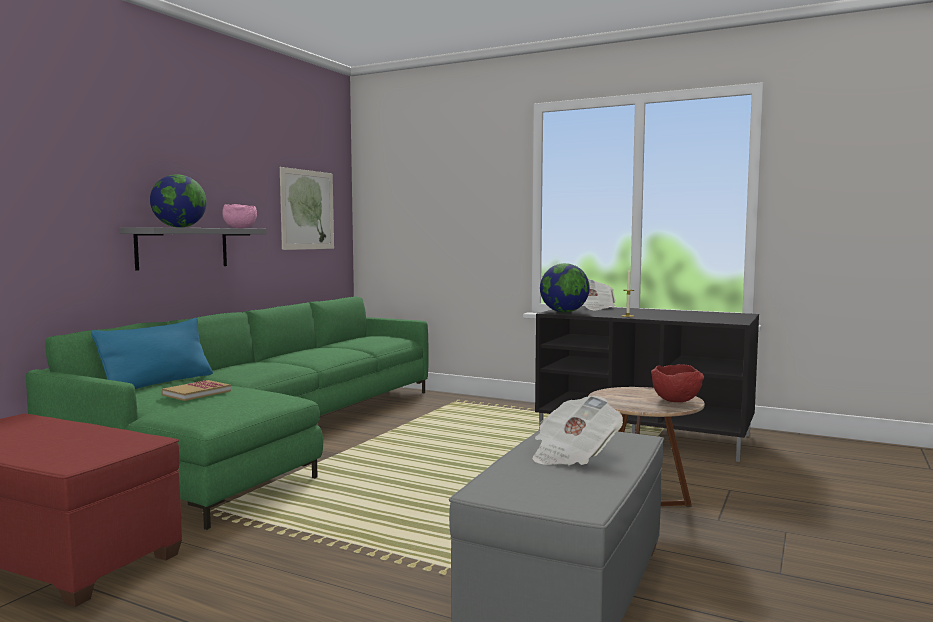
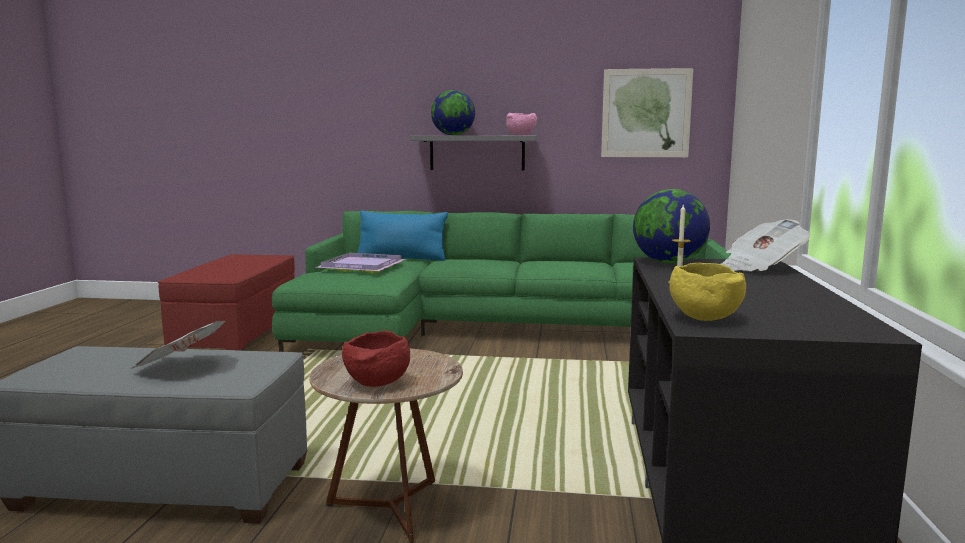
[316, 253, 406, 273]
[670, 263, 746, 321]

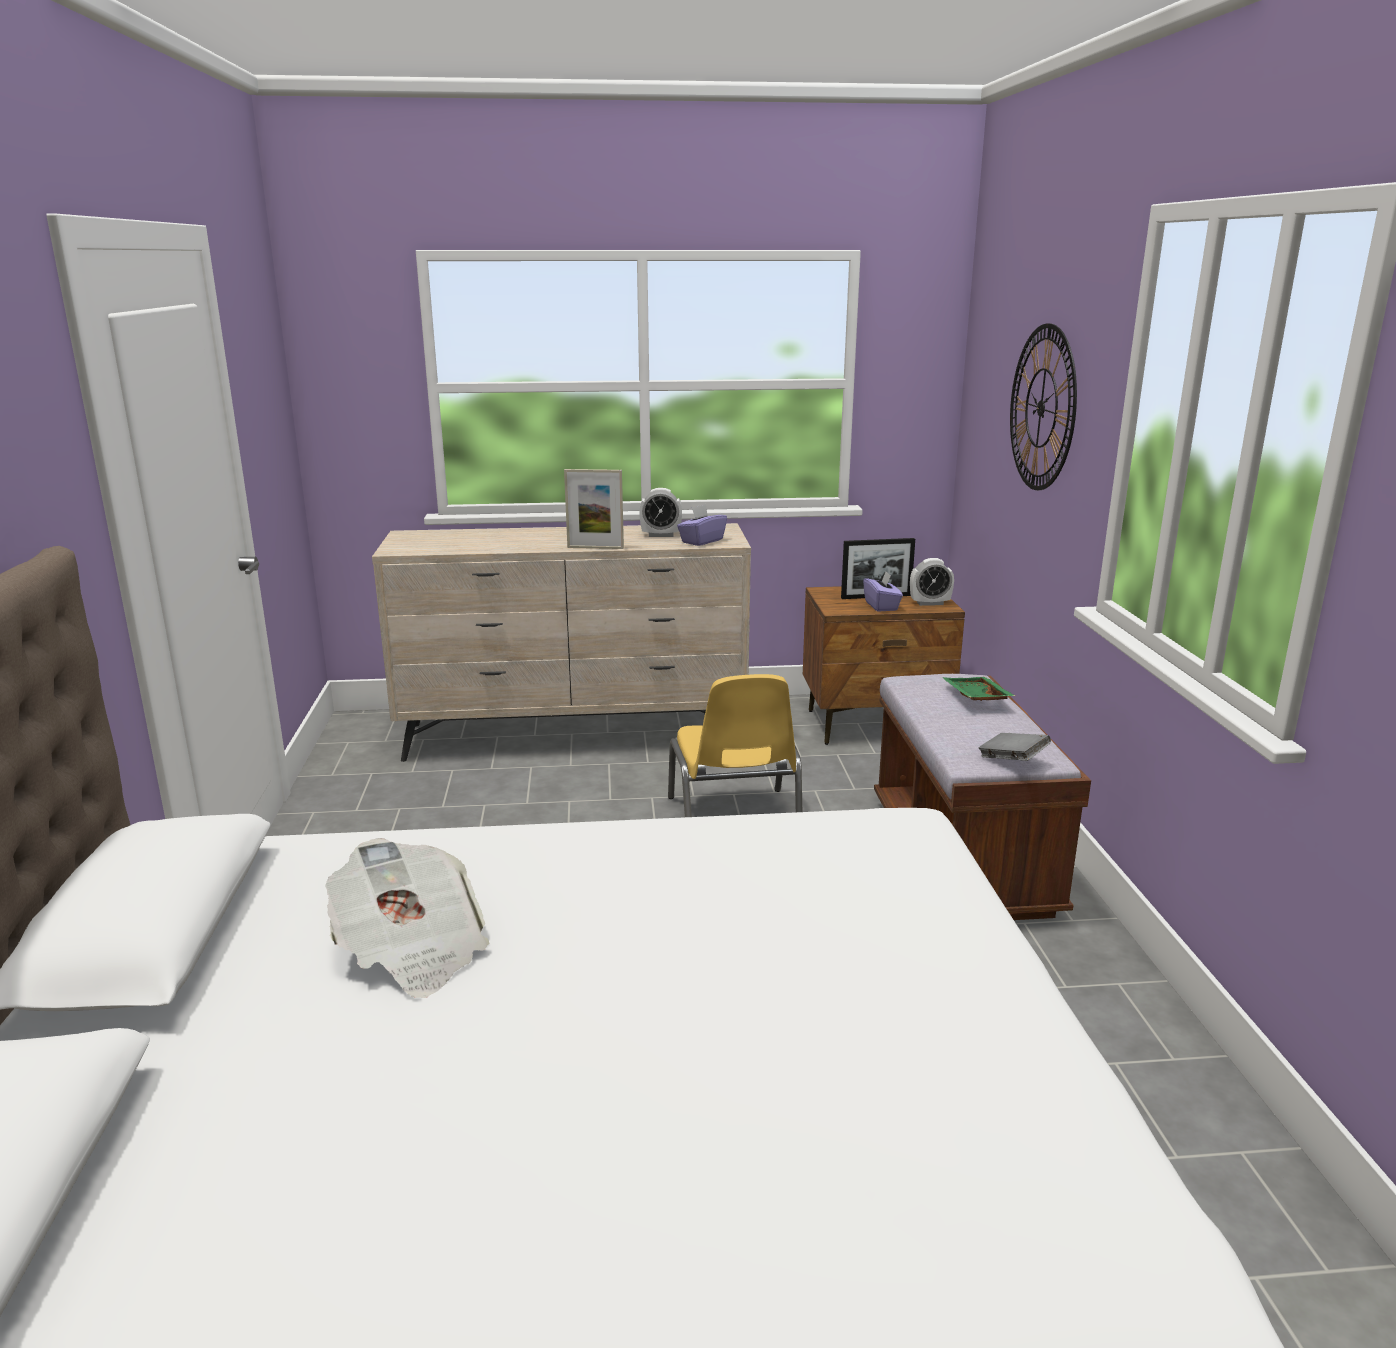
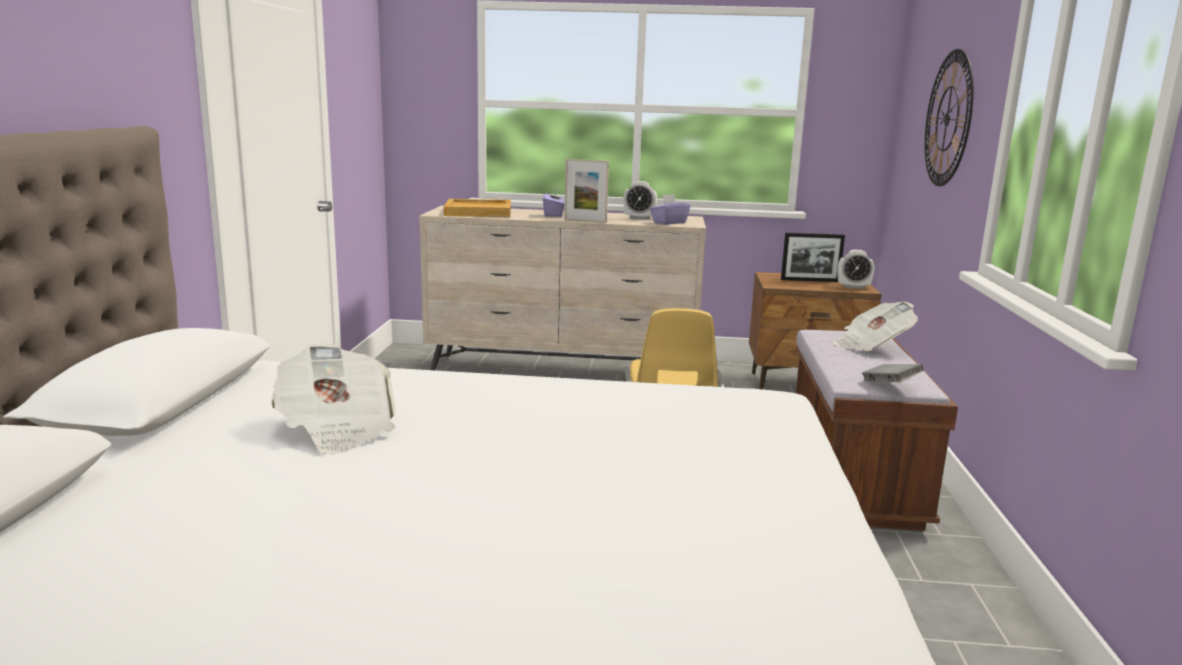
[543, 188, 565, 217]
[833, 302, 918, 351]
[444, 199, 511, 217]

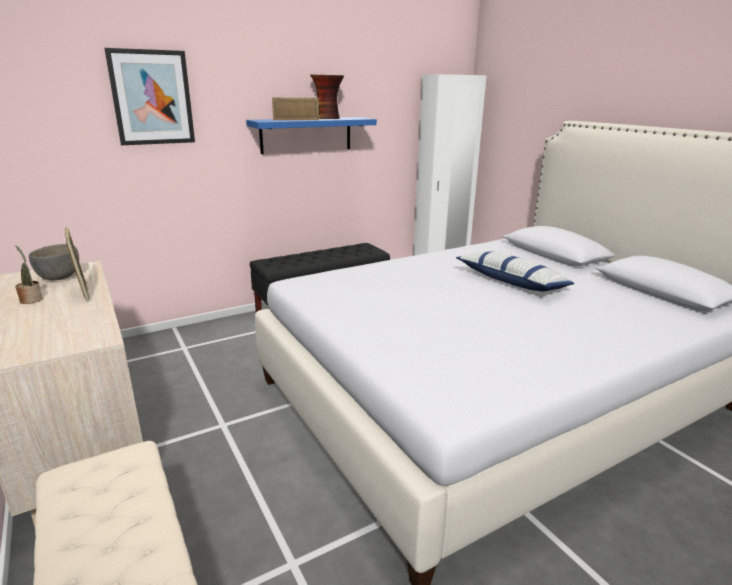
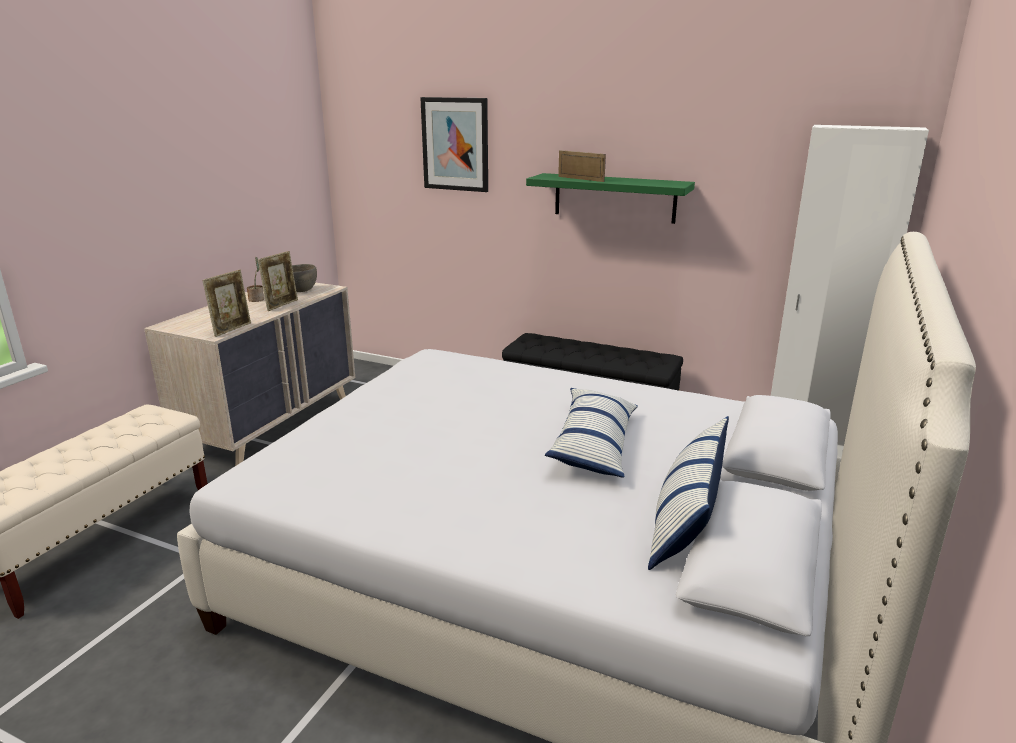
[310, 74, 344, 119] (first image)
[526, 173, 695, 224]
[202, 270, 251, 337]
[648, 416, 729, 570]

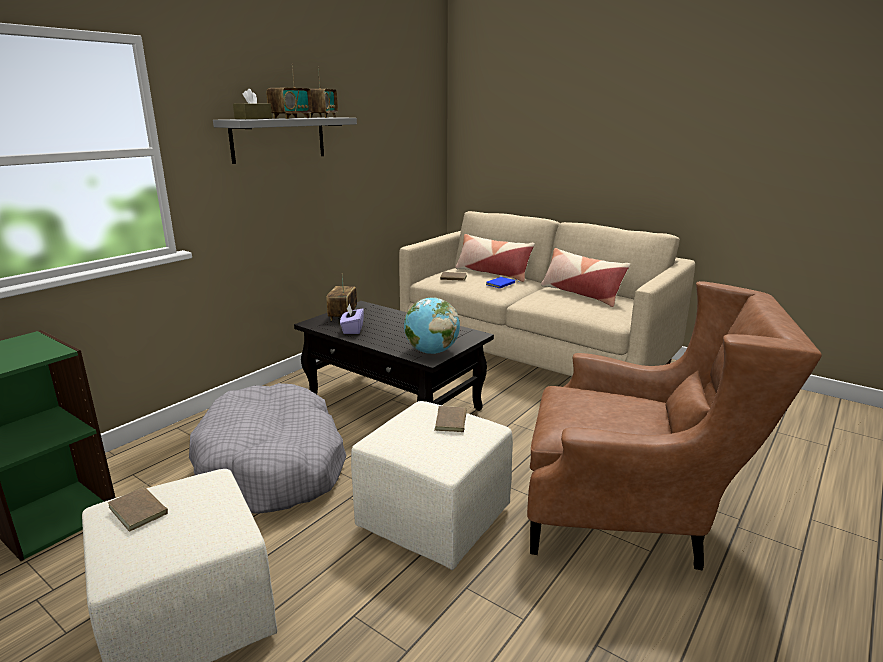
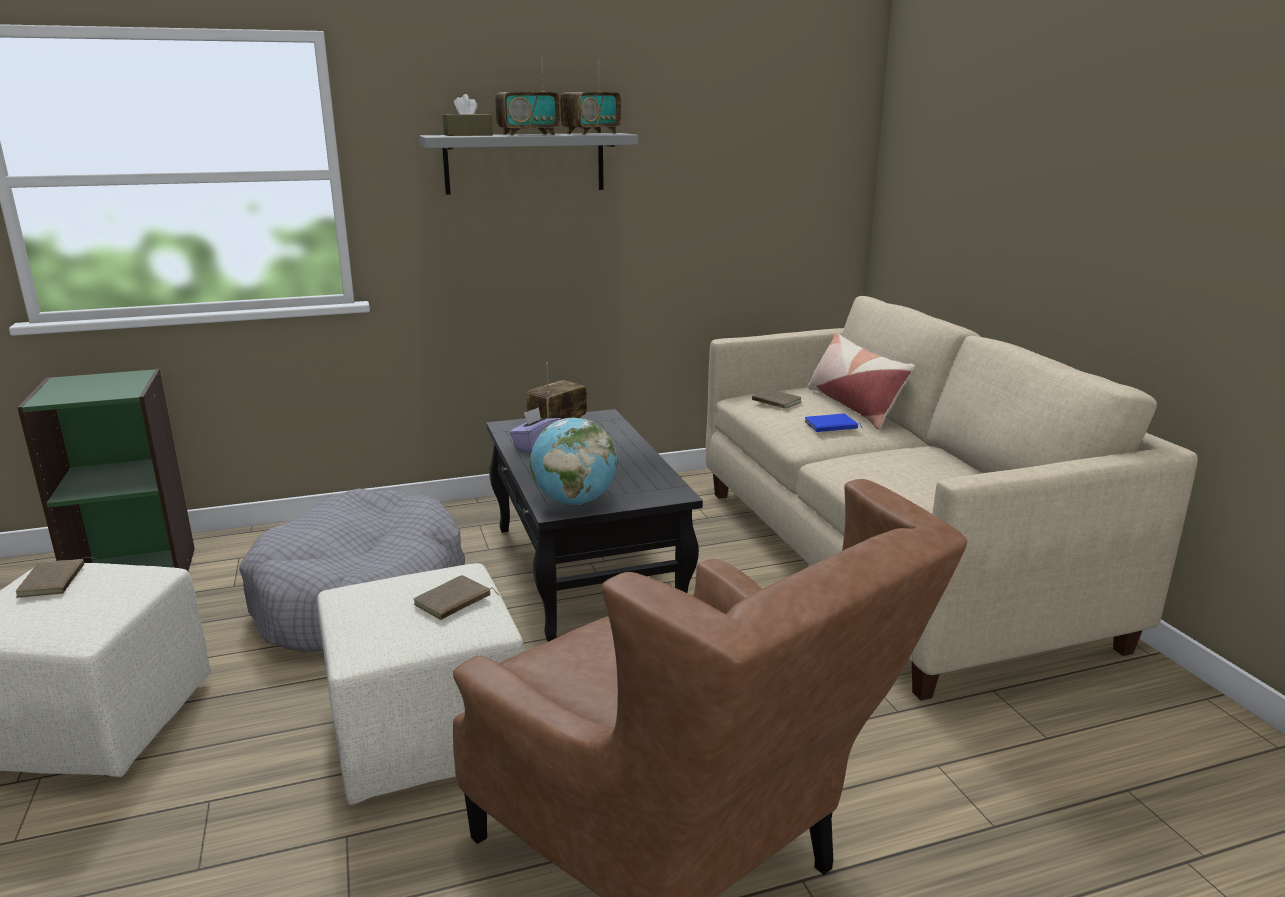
[541, 248, 630, 307] (first image)

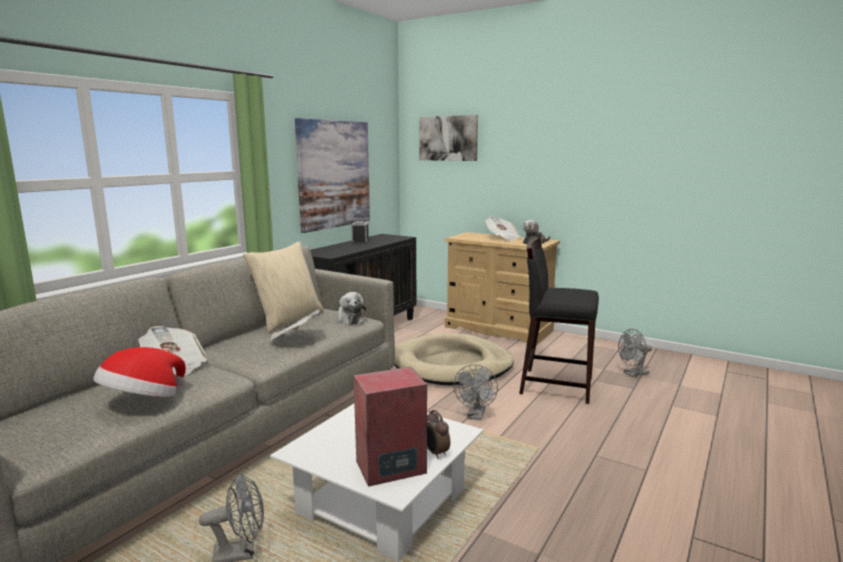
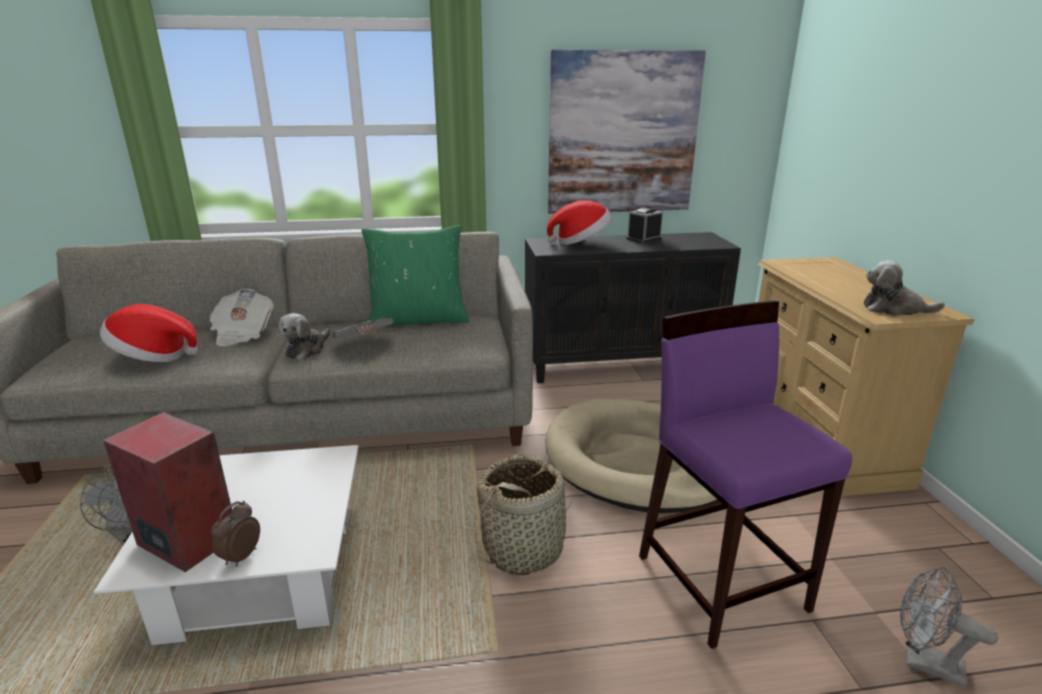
[419, 115, 478, 161] (first image)
[485, 216, 521, 241] (first image)
[639, 300, 852, 649]
[362, 225, 469, 326]
[279, 313, 330, 360]
[477, 453, 574, 575]
[547, 200, 612, 245]

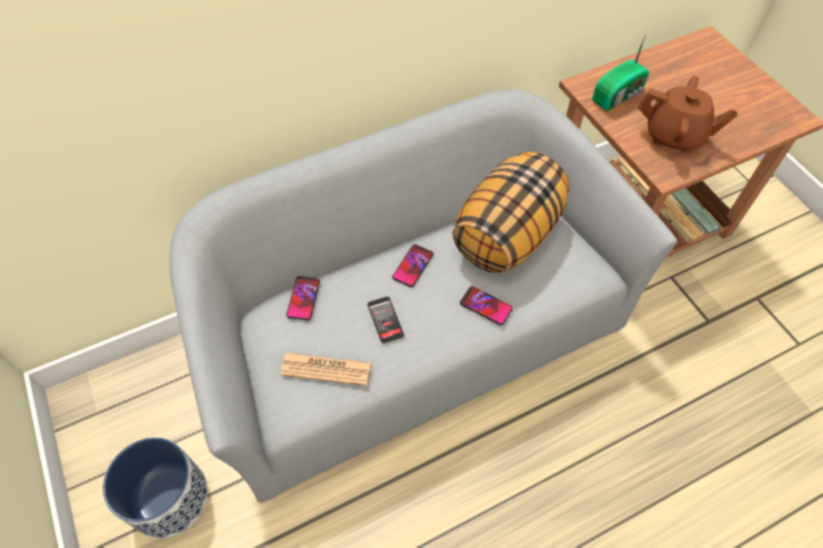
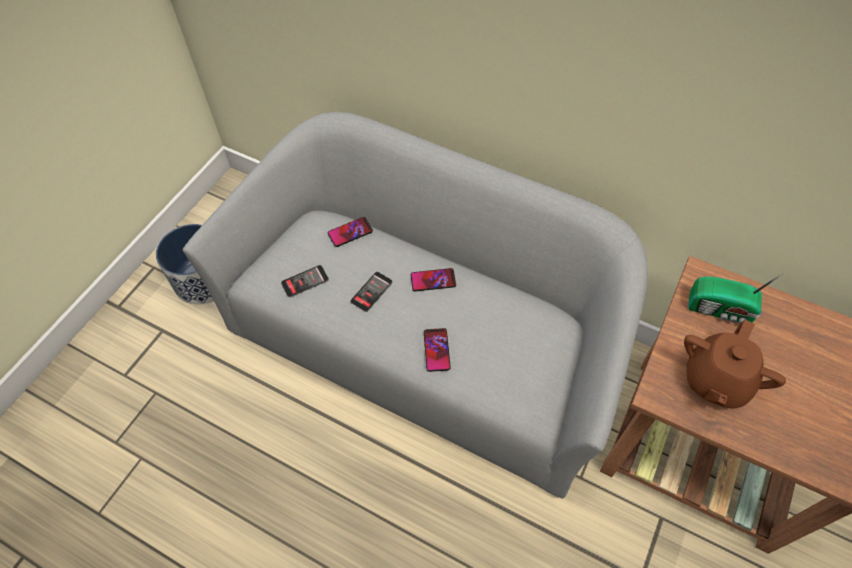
[684, 319, 786, 408]
[452, 151, 569, 273] (first image)
[281, 265, 329, 297]

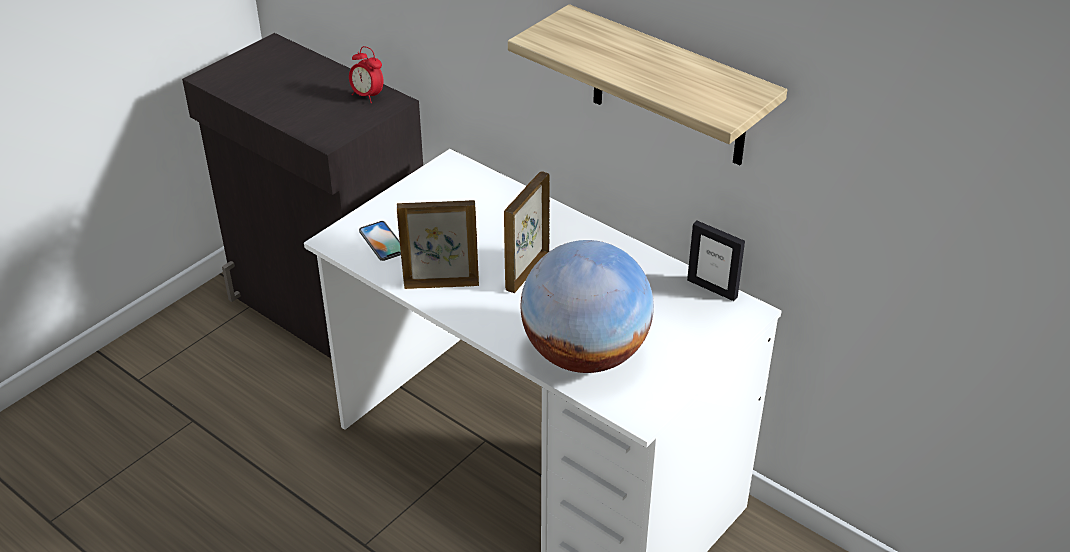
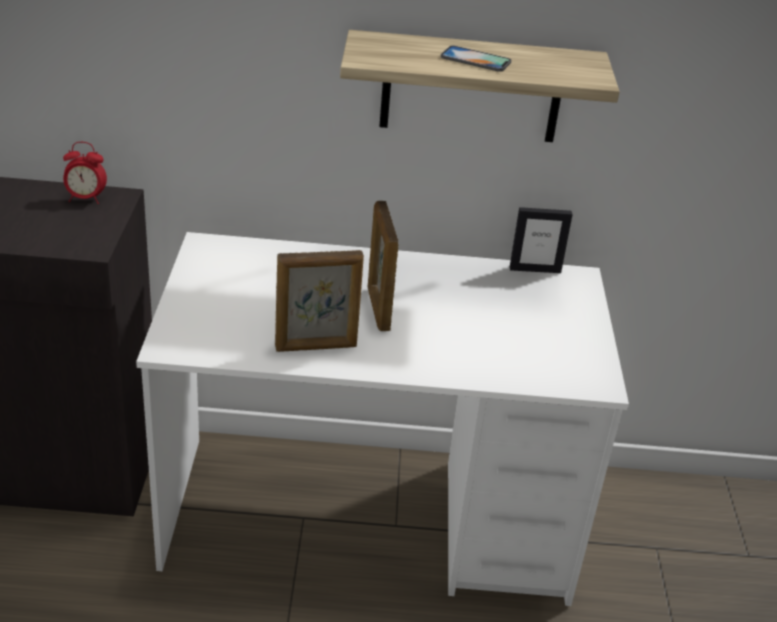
[275, 250, 364, 352]
[441, 45, 511, 72]
[521, 240, 654, 373] (first image)

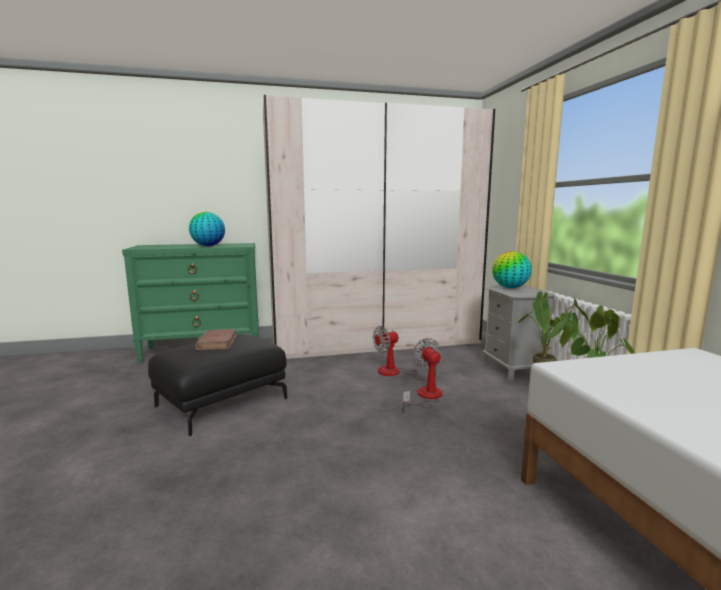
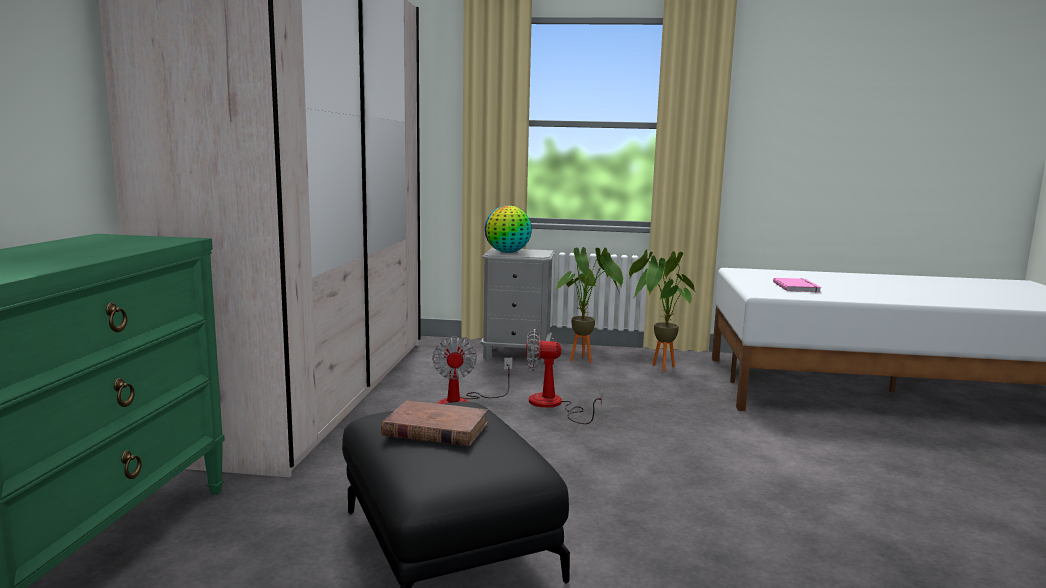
[189, 212, 225, 246] (first image)
[773, 278, 821, 292]

